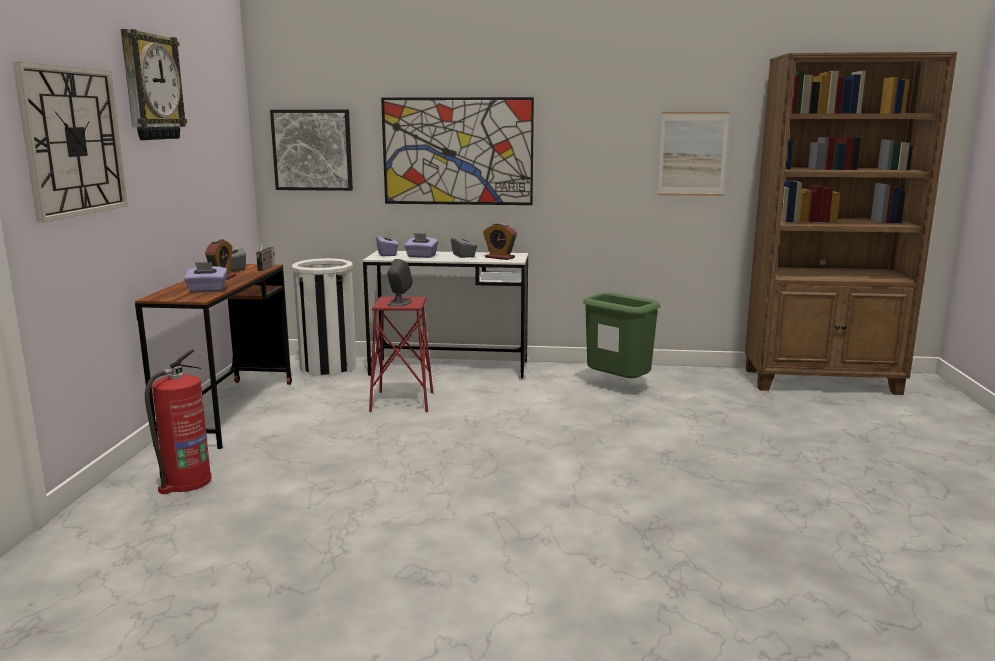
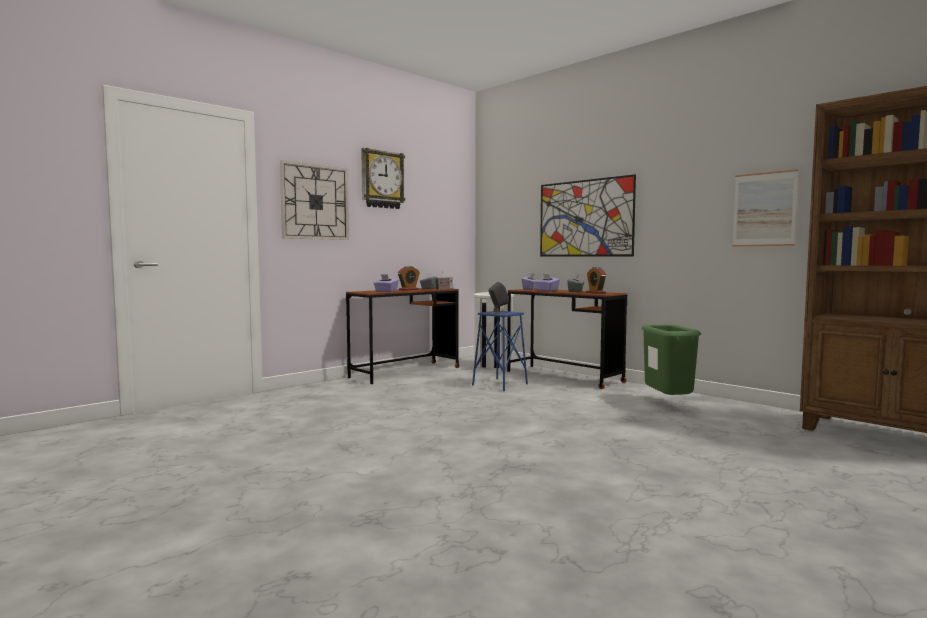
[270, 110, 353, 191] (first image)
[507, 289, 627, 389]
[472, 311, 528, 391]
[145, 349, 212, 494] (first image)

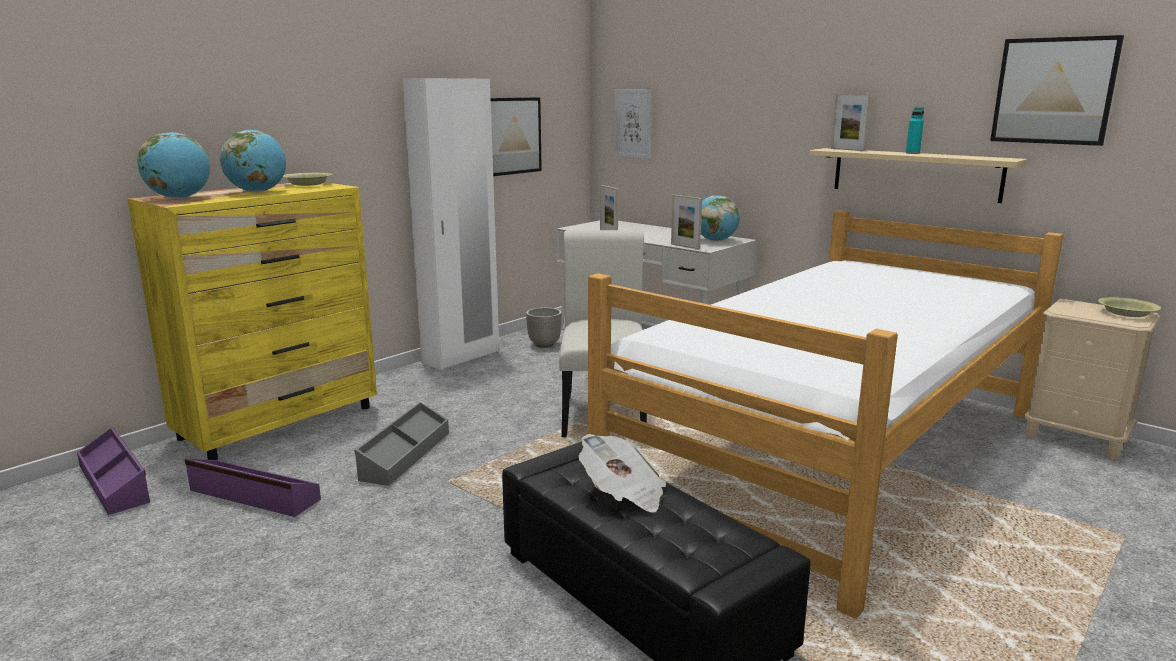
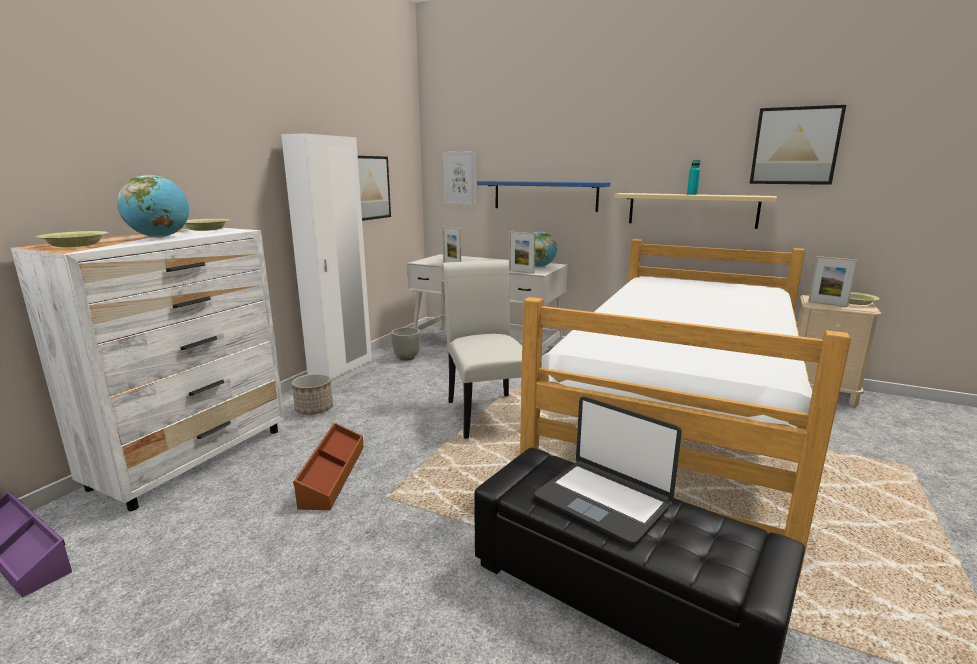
[808, 256, 857, 307]
[36, 231, 108, 247]
[11, 228, 285, 511]
[293, 423, 364, 510]
[534, 396, 682, 545]
[185, 459, 321, 517] (first image)
[477, 181, 610, 212]
[292, 374, 333, 415]

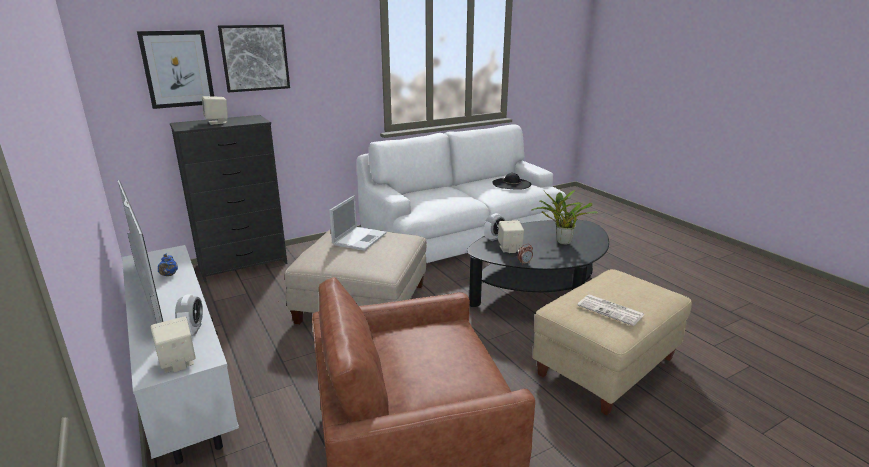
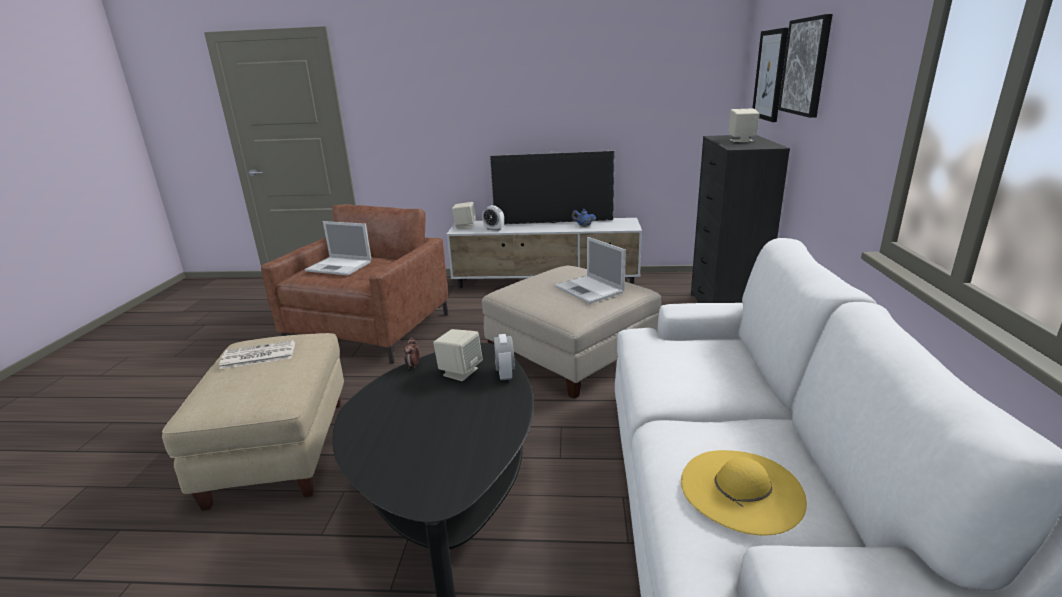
[681, 450, 807, 536]
[531, 190, 598, 245] (first image)
[305, 221, 372, 275]

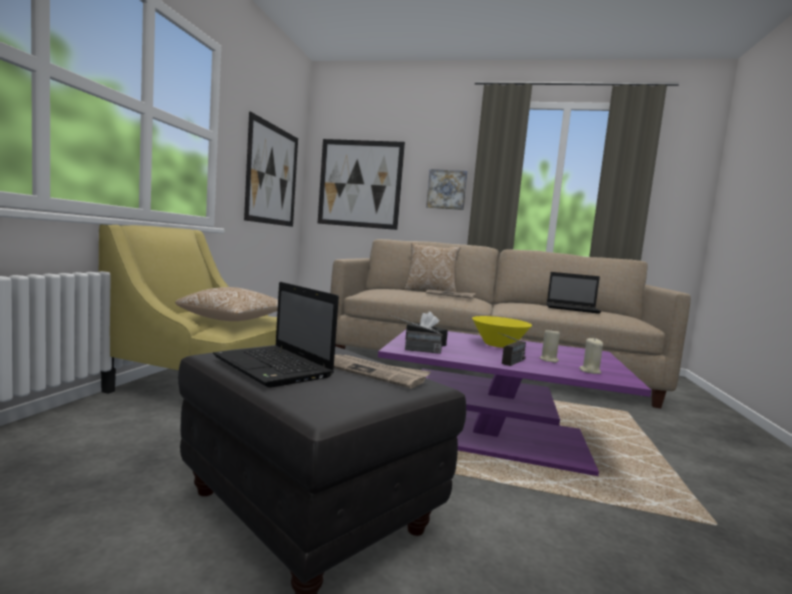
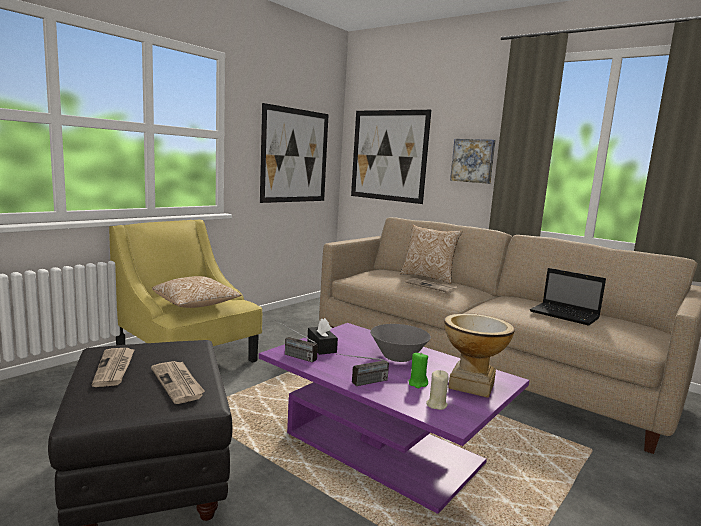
[92, 348, 135, 387]
[370, 324, 431, 362]
[408, 353, 428, 388]
[444, 314, 515, 398]

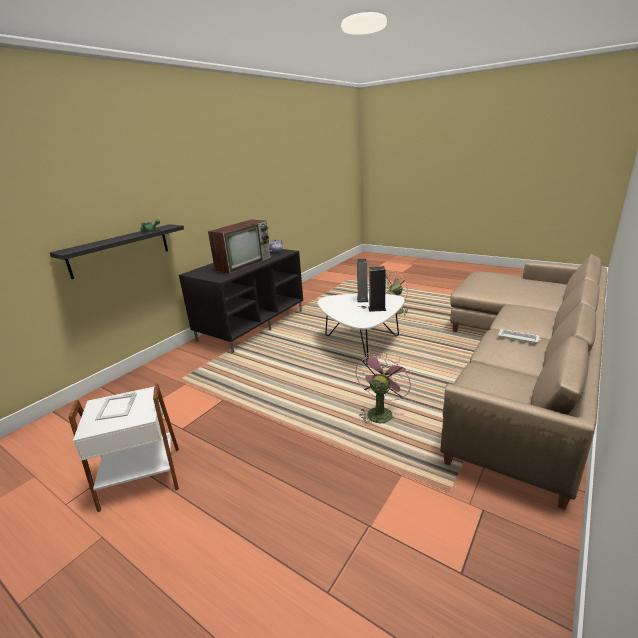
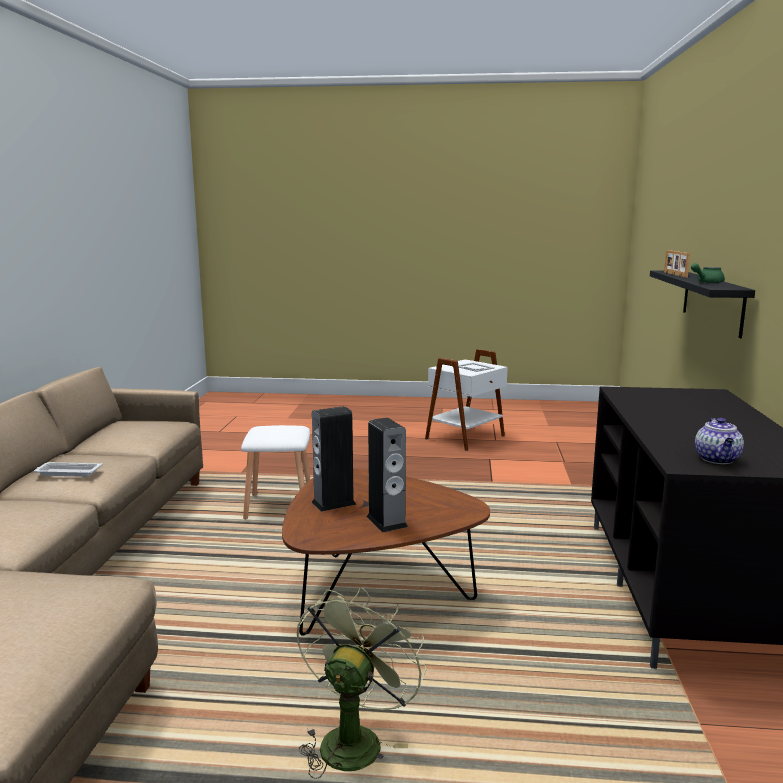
[208, 220, 271, 274] (first image)
[282, 469, 490, 636]
[241, 425, 311, 520]
[664, 250, 690, 277]

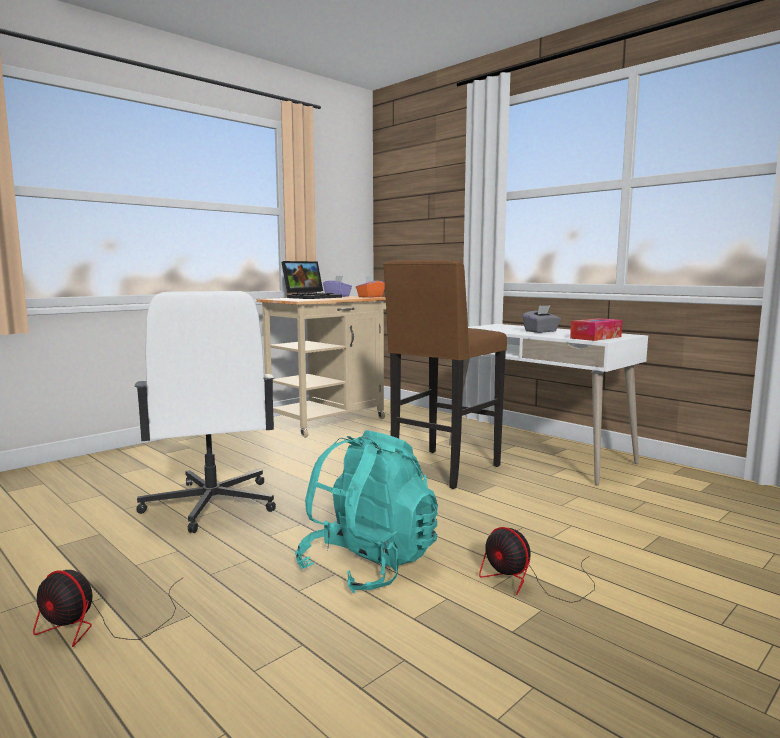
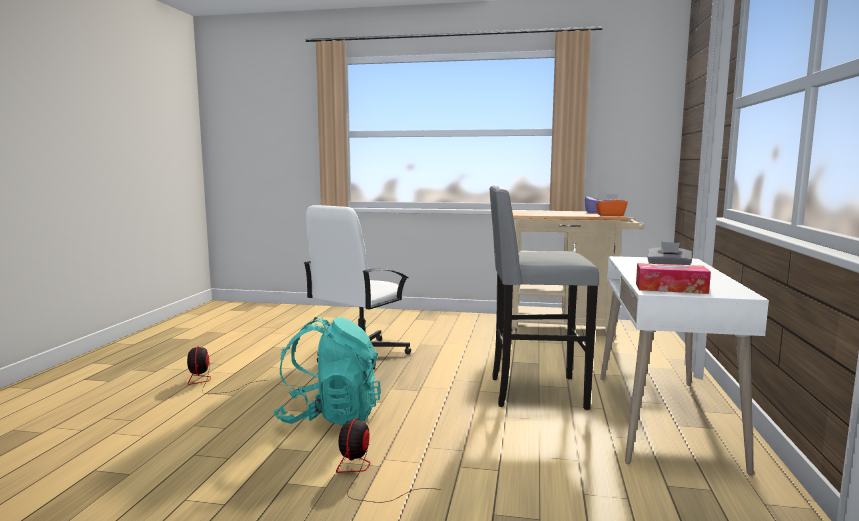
[489, 186, 599, 410]
[281, 261, 342, 299] (first image)

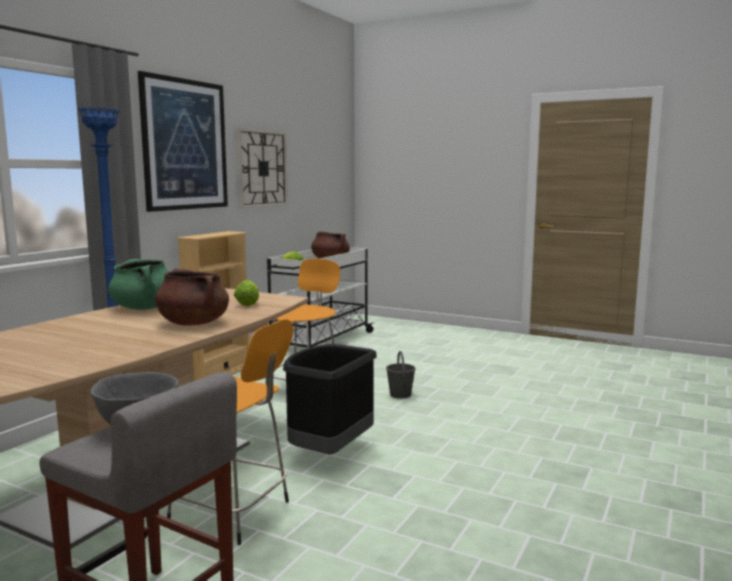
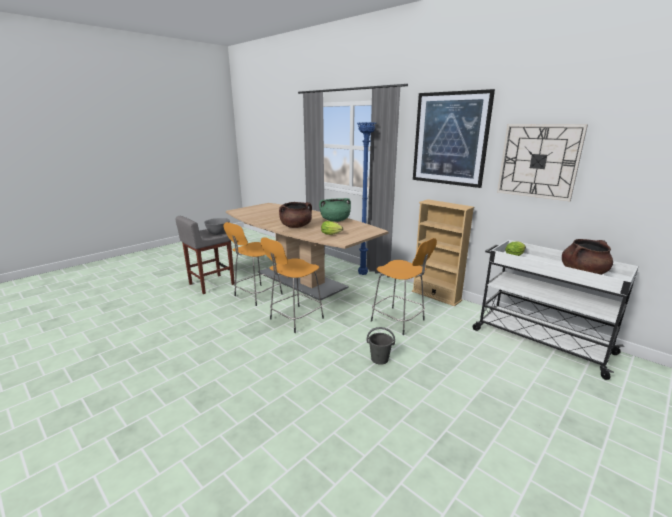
[261, 237, 324, 333]

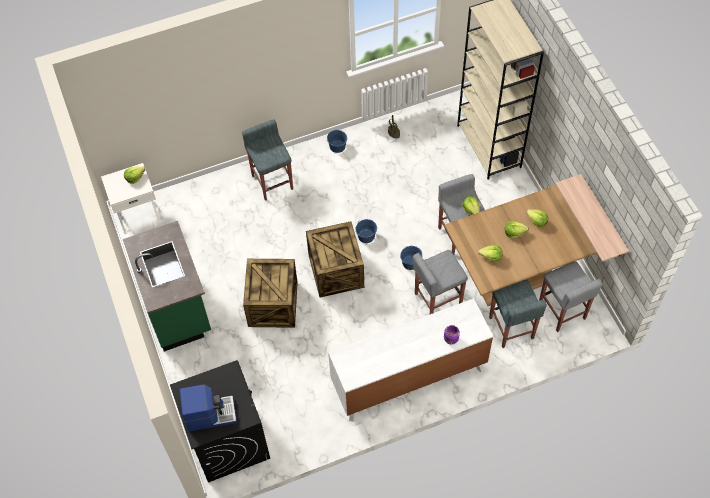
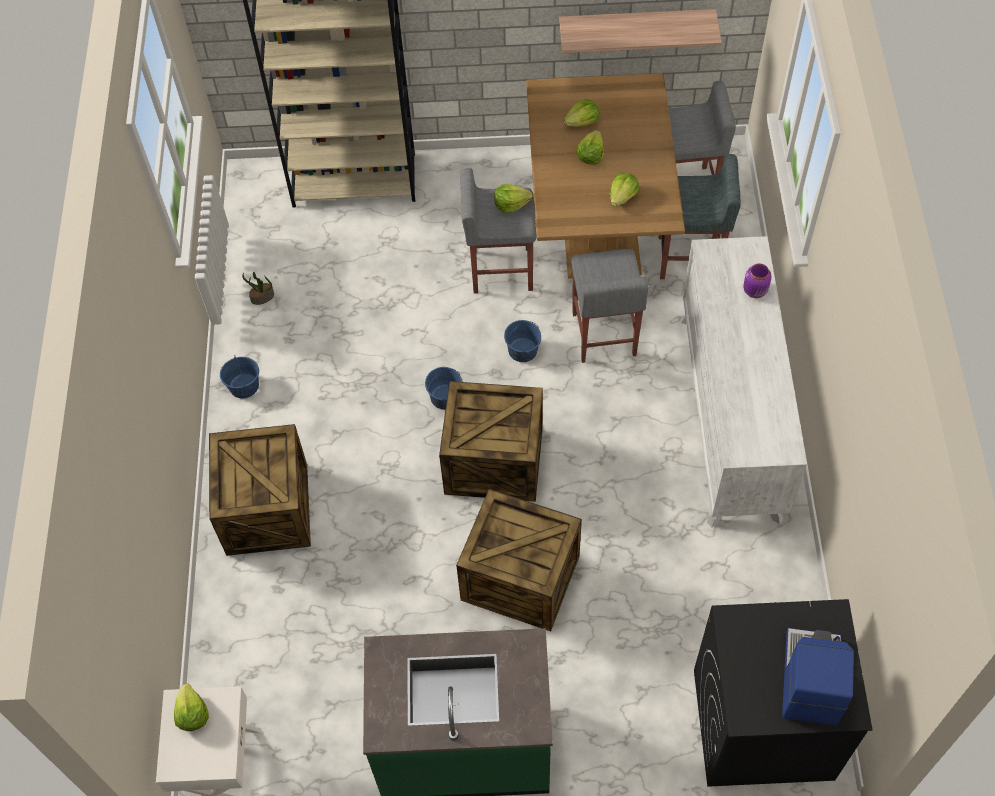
[209, 424, 311, 556]

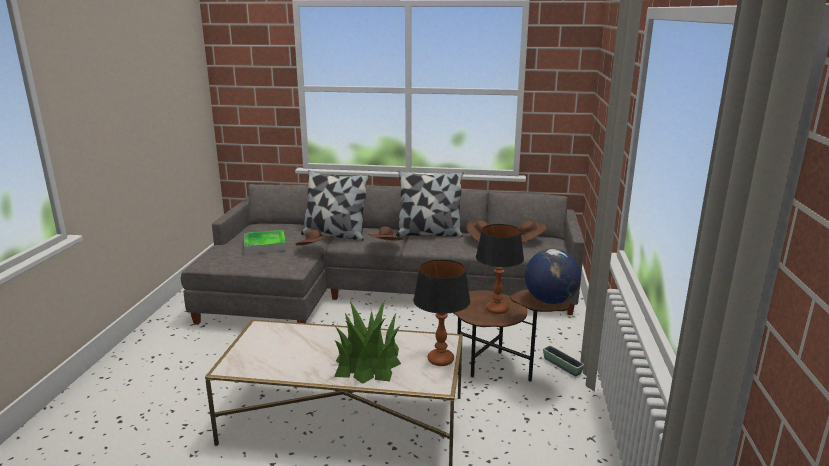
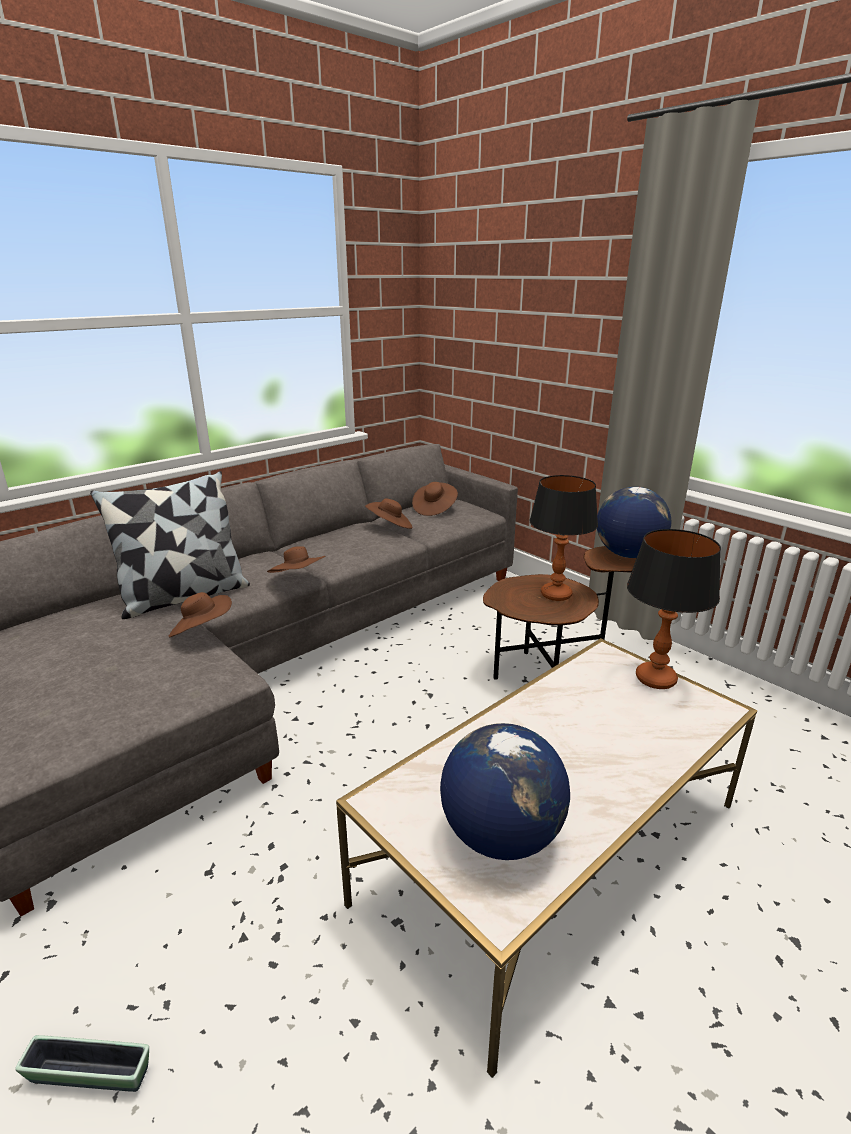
[396, 171, 463, 237] (first image)
[244, 230, 286, 254] (first image)
[334, 301, 401, 384] (first image)
[15, 1035, 149, 1092]
[440, 723, 570, 860]

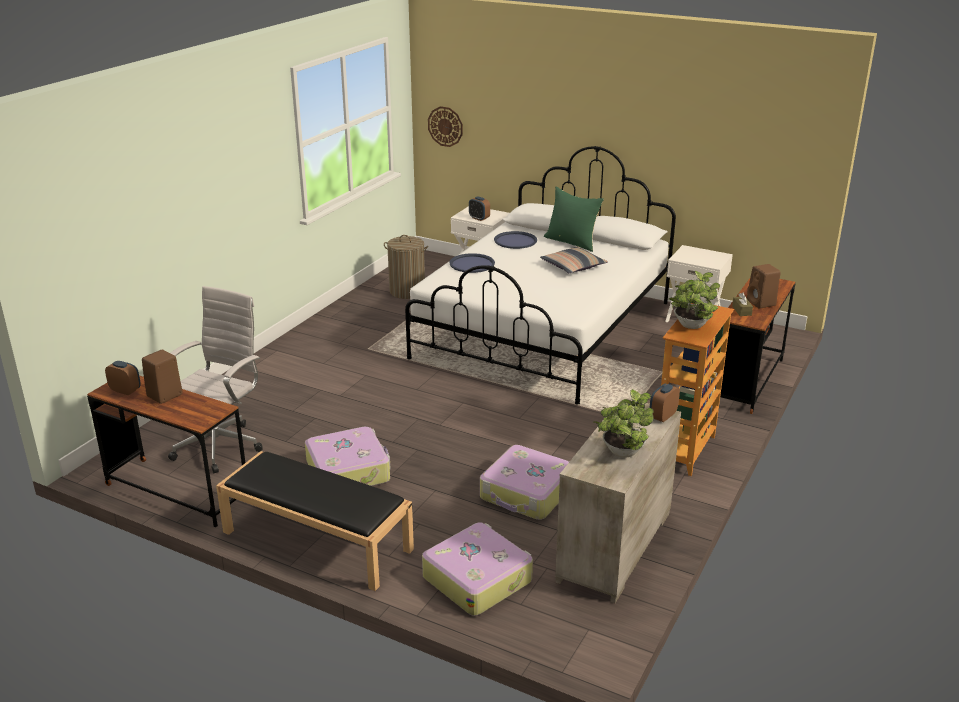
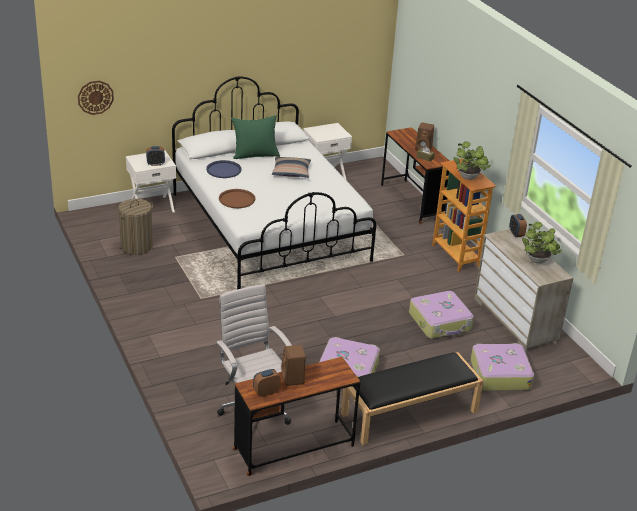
[219, 189, 256, 208]

